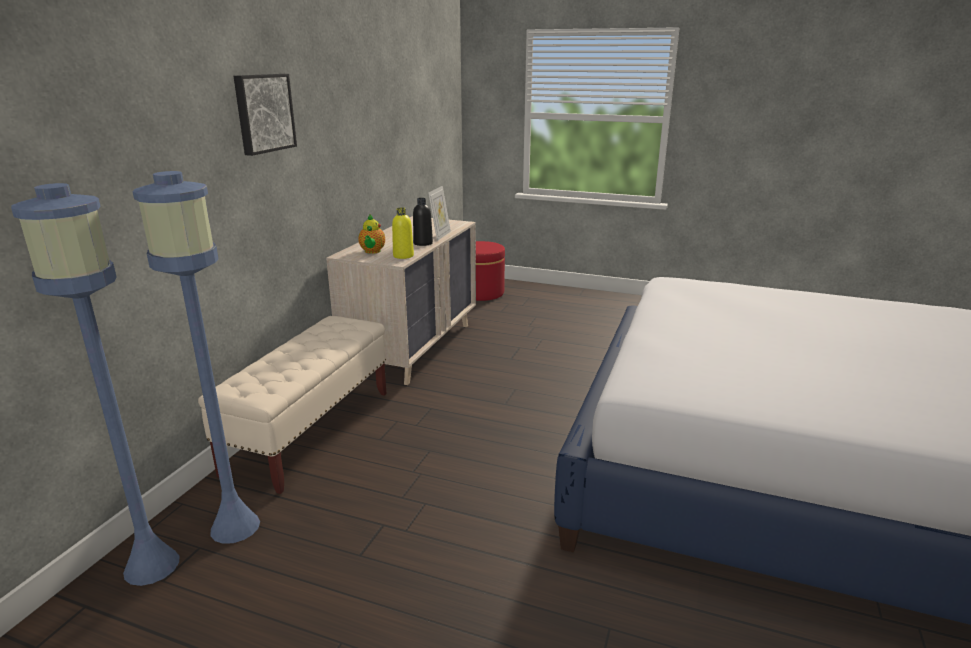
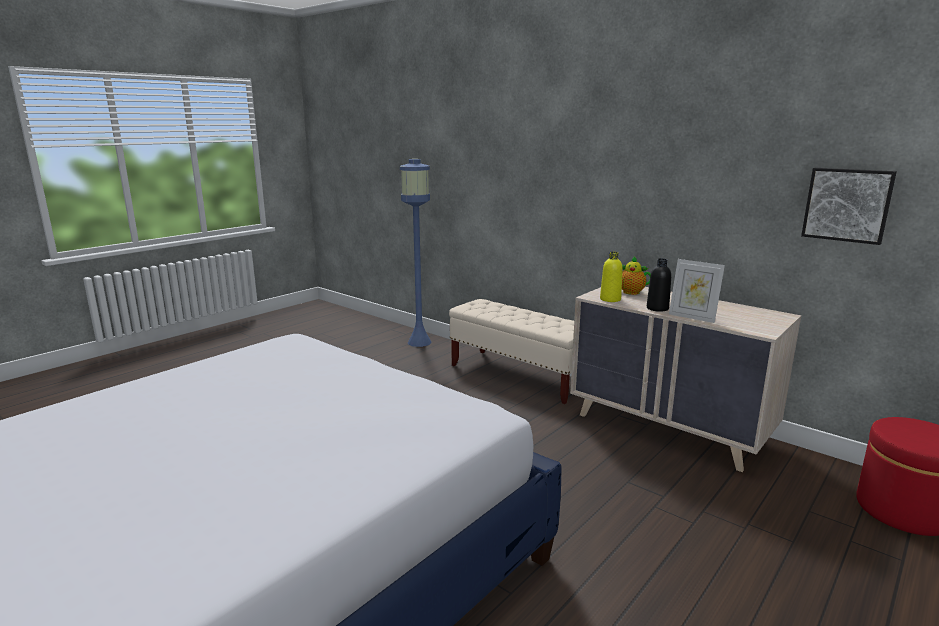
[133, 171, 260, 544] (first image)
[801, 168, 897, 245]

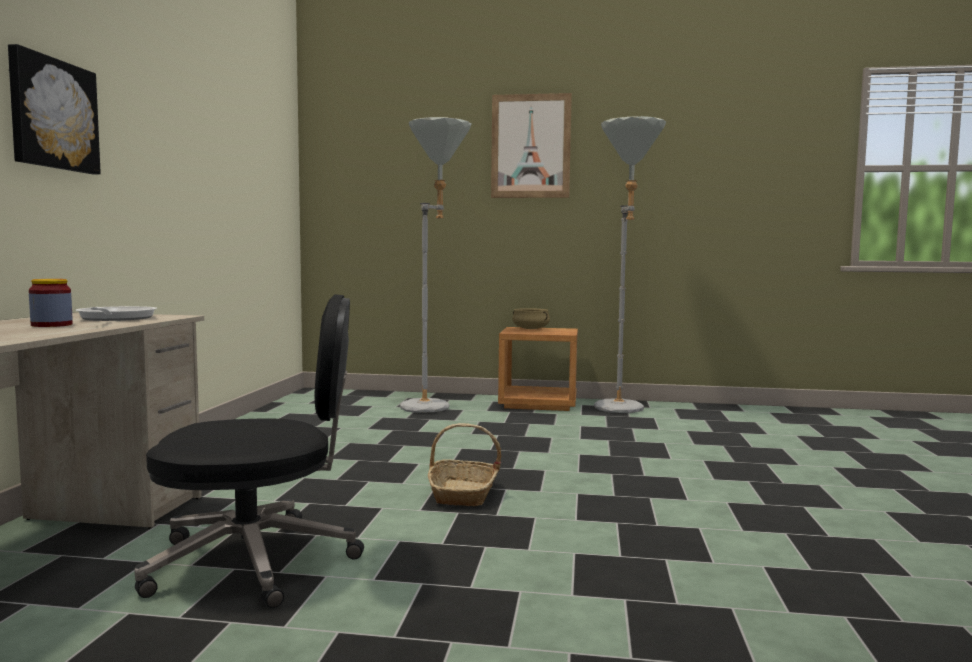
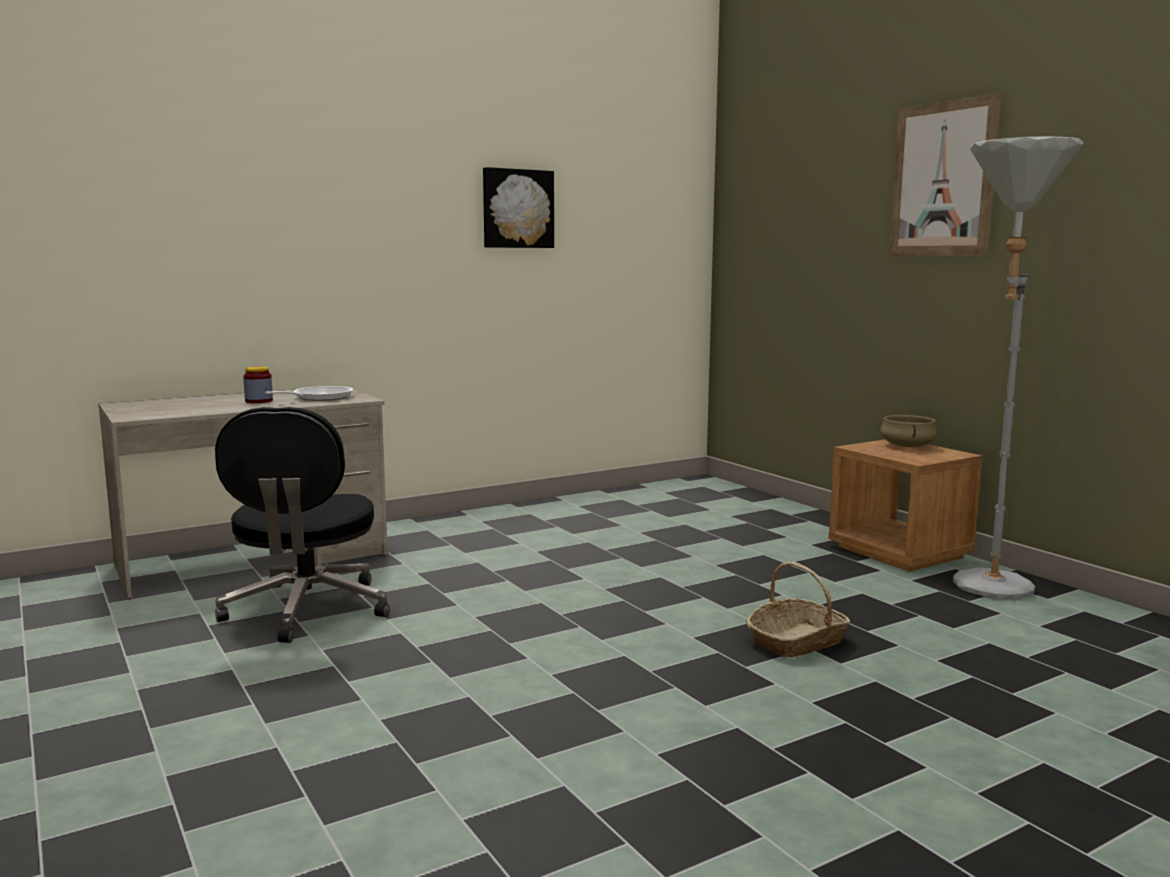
[483, 167, 554, 248]
[215, 407, 390, 643]
[400, 117, 471, 413] (first image)
[746, 562, 851, 658]

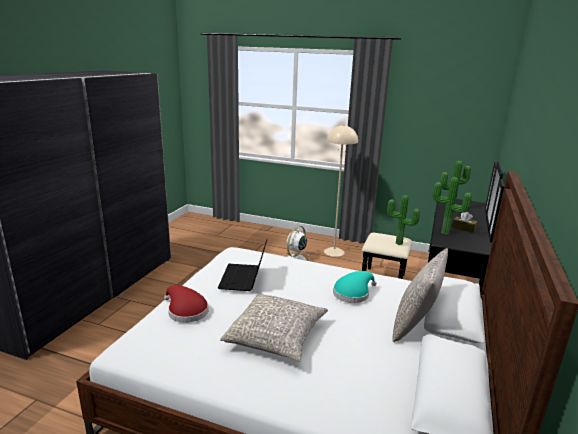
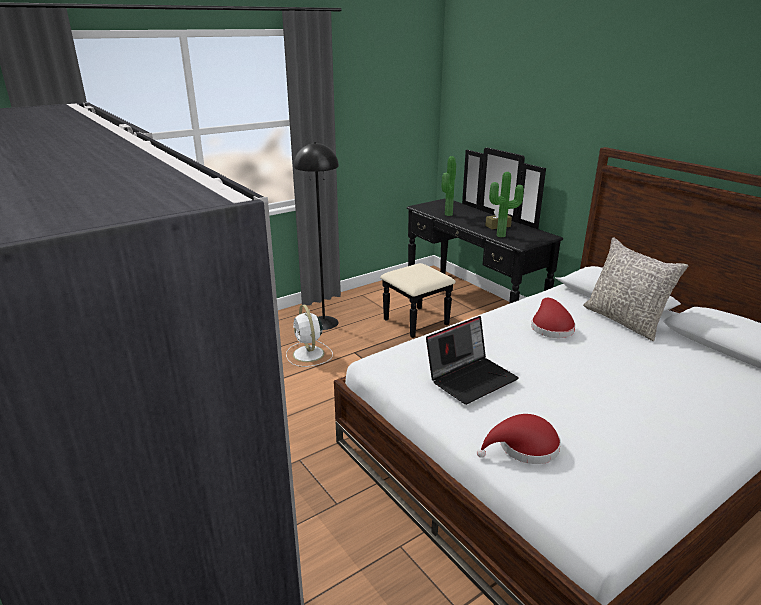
[426, 316, 519, 405]
[220, 293, 328, 362] (first image)
[294, 142, 339, 330]
[531, 298, 576, 338]
[387, 195, 420, 245] (first image)

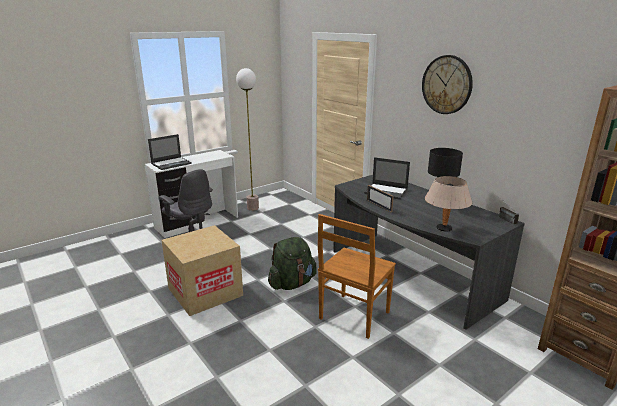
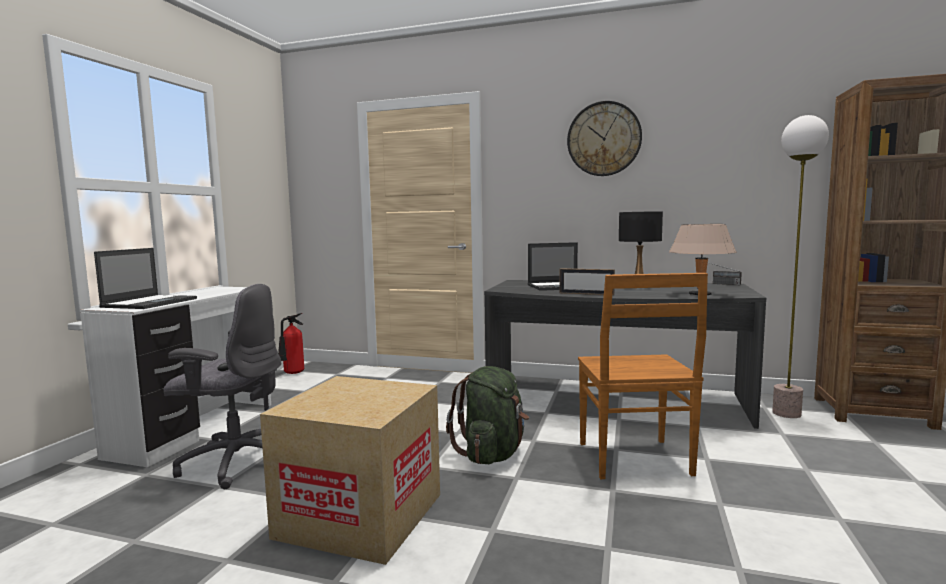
[772, 115, 829, 418]
[278, 313, 304, 374]

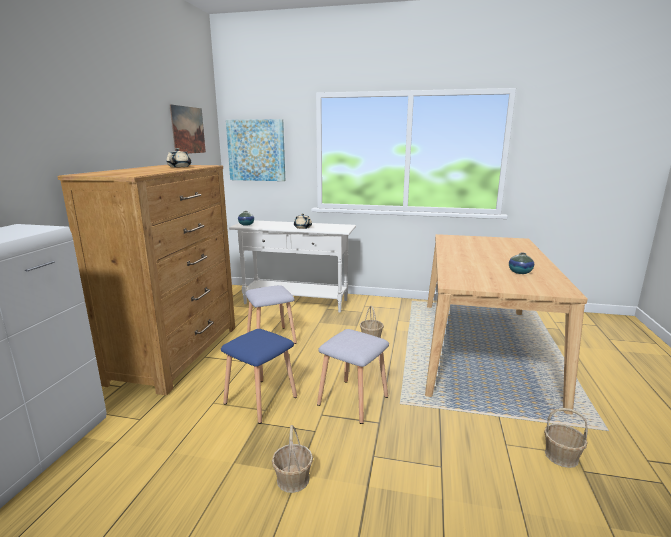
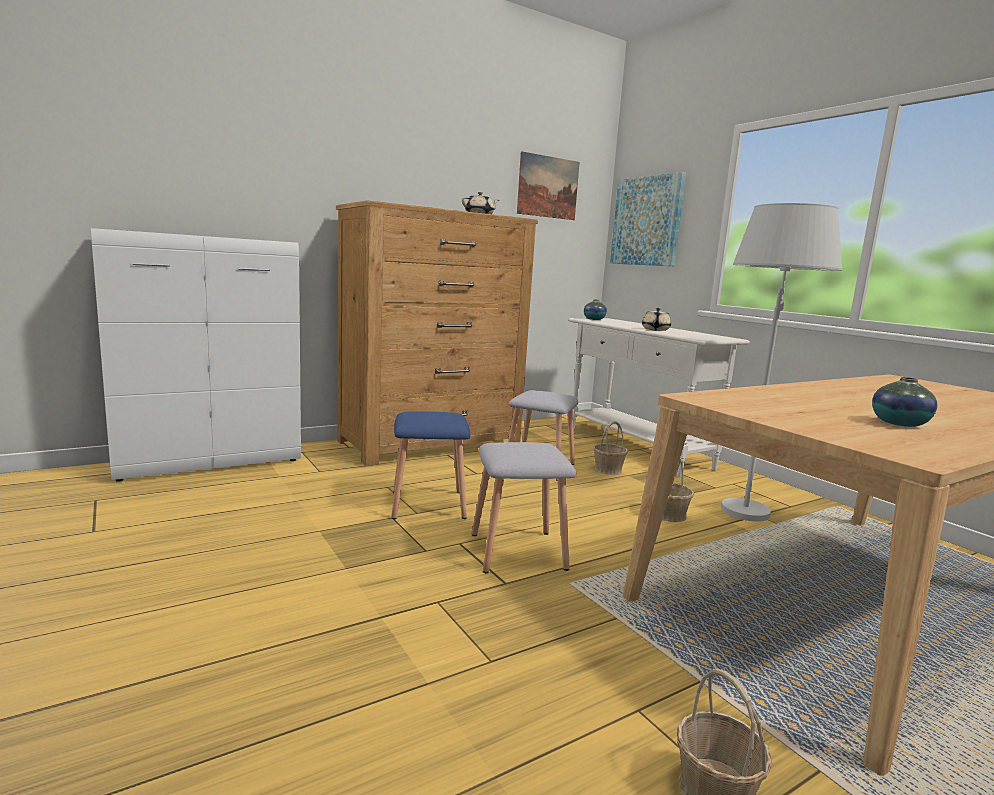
[593, 421, 628, 475]
[721, 203, 842, 522]

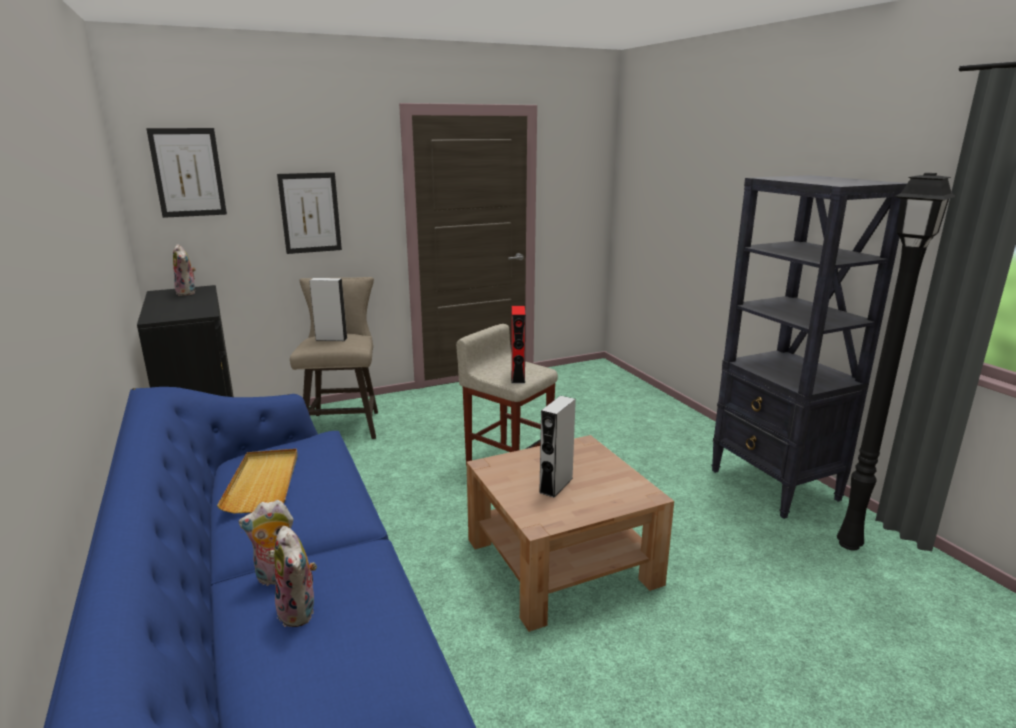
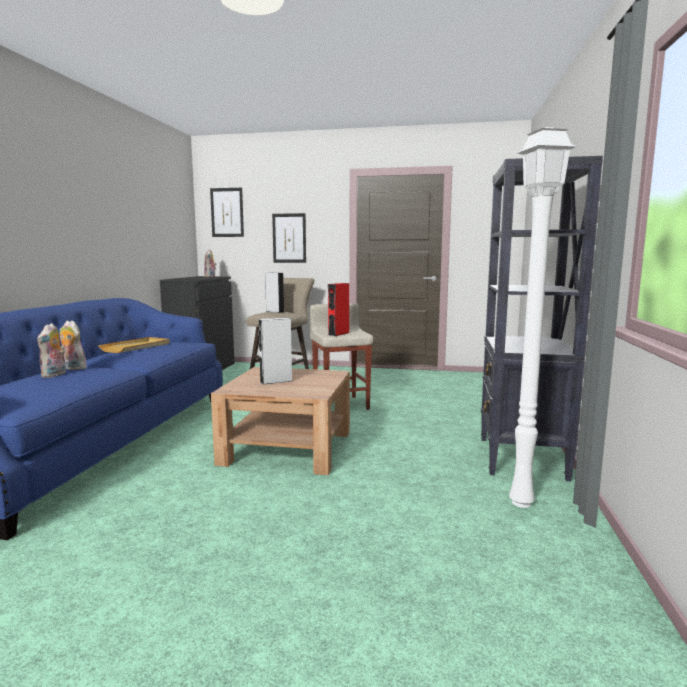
[509, 127, 577, 508]

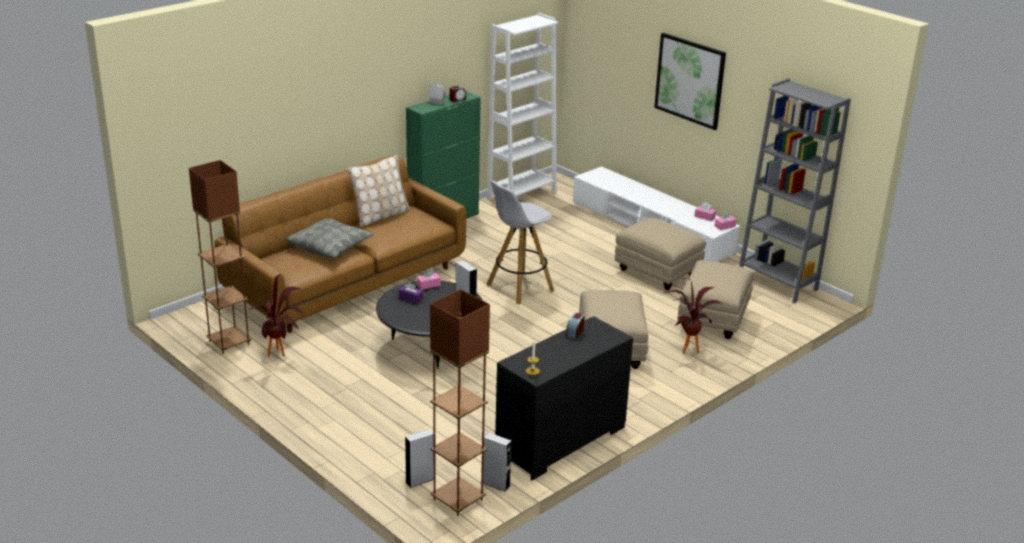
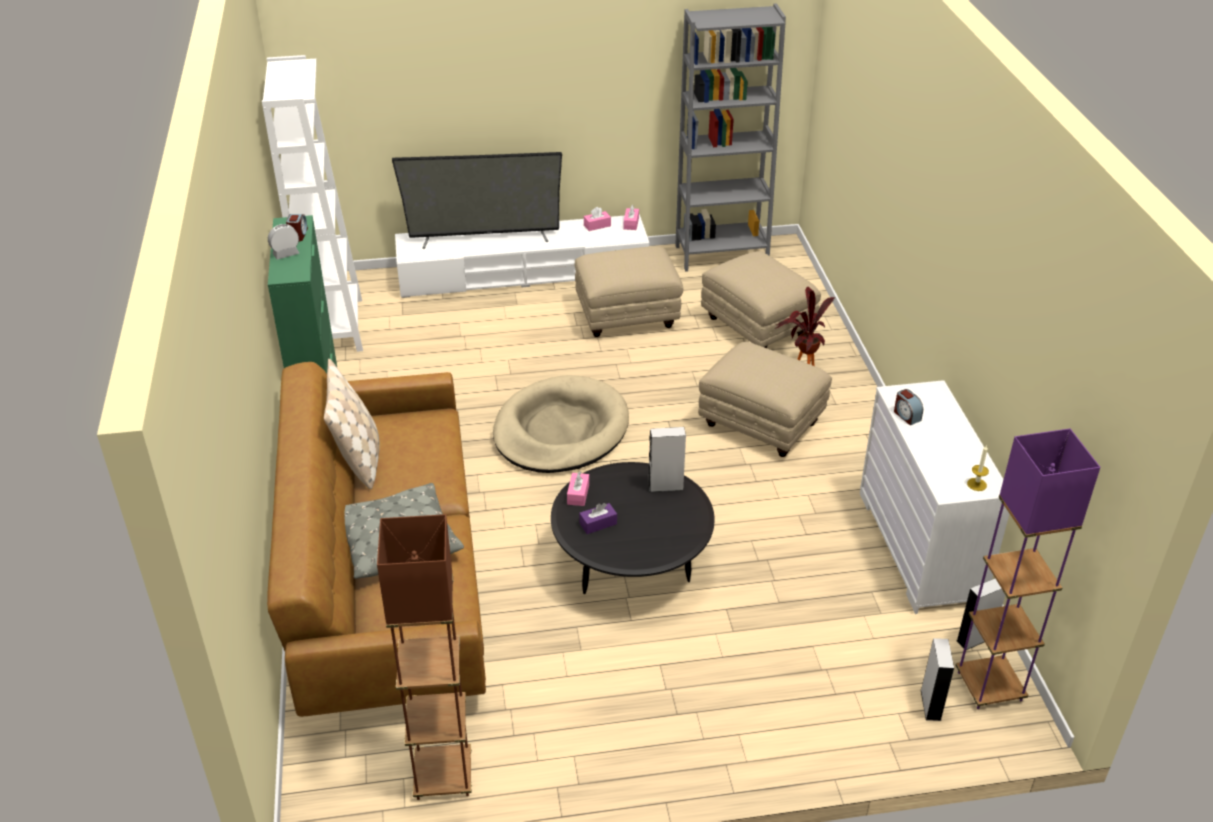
[248, 274, 304, 357] (first image)
[955, 429, 1100, 709]
[493, 375, 629, 473]
[860, 380, 1009, 614]
[654, 33, 726, 130] (first image)
[392, 152, 562, 249]

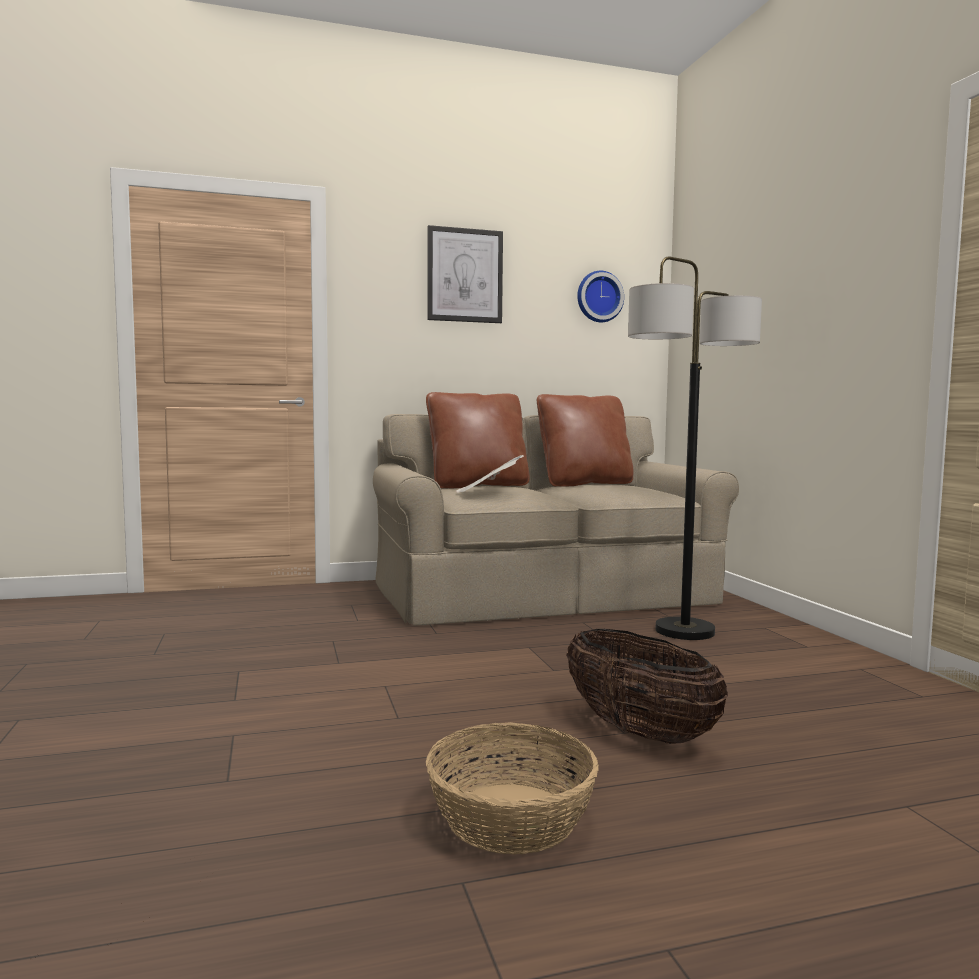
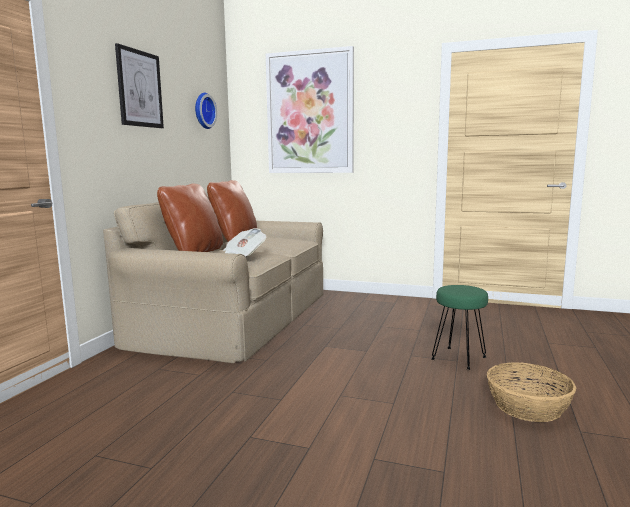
[431, 285, 488, 370]
[628, 257, 762, 640] (first image)
[266, 46, 354, 173]

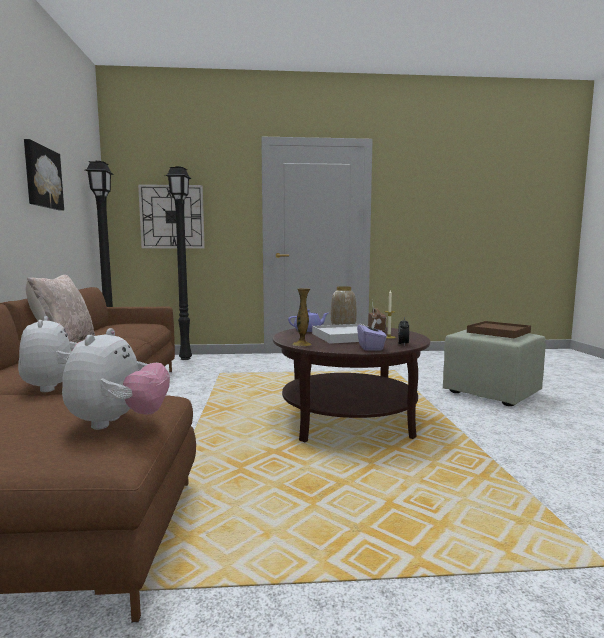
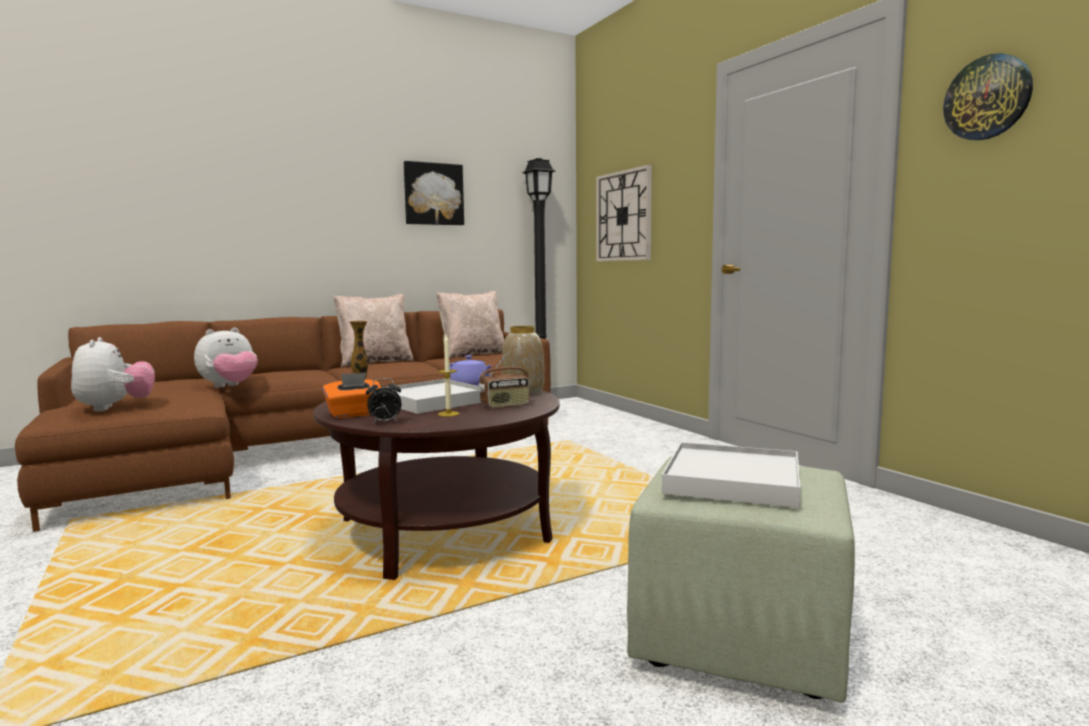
[71, 337, 155, 411]
[165, 166, 192, 360] (first image)
[322, 372, 381, 418]
[662, 442, 800, 508]
[436, 291, 504, 358]
[943, 53, 1033, 140]

